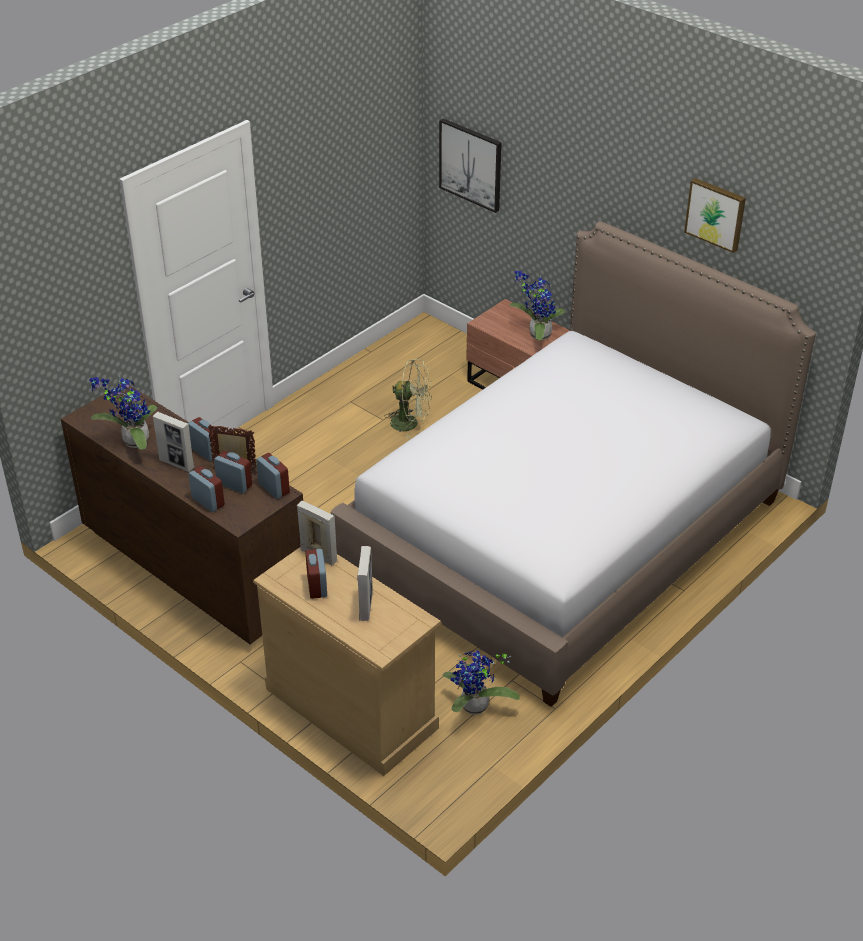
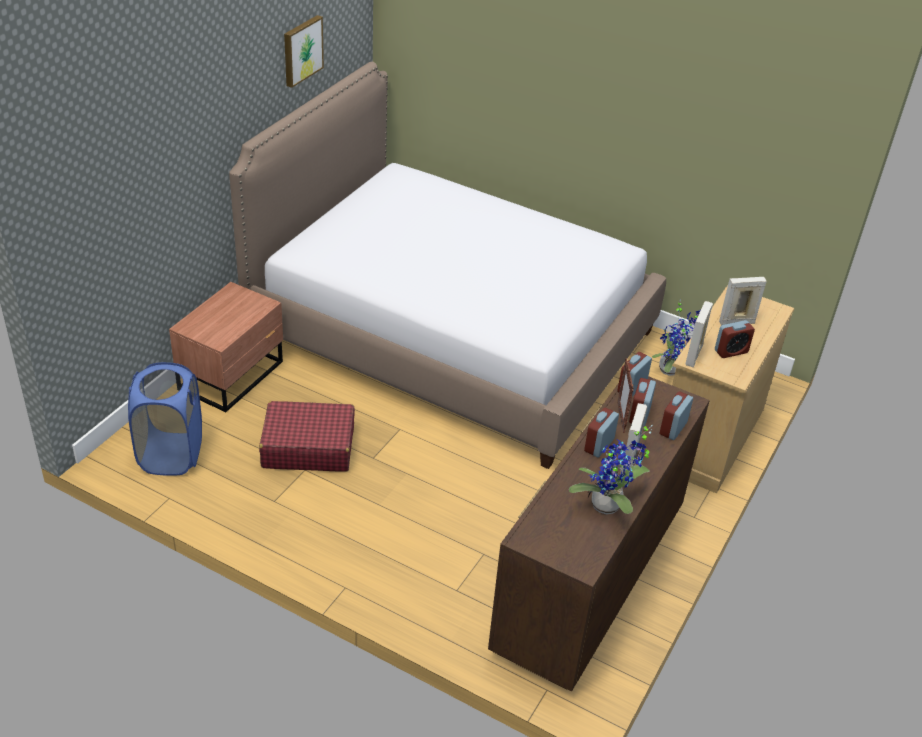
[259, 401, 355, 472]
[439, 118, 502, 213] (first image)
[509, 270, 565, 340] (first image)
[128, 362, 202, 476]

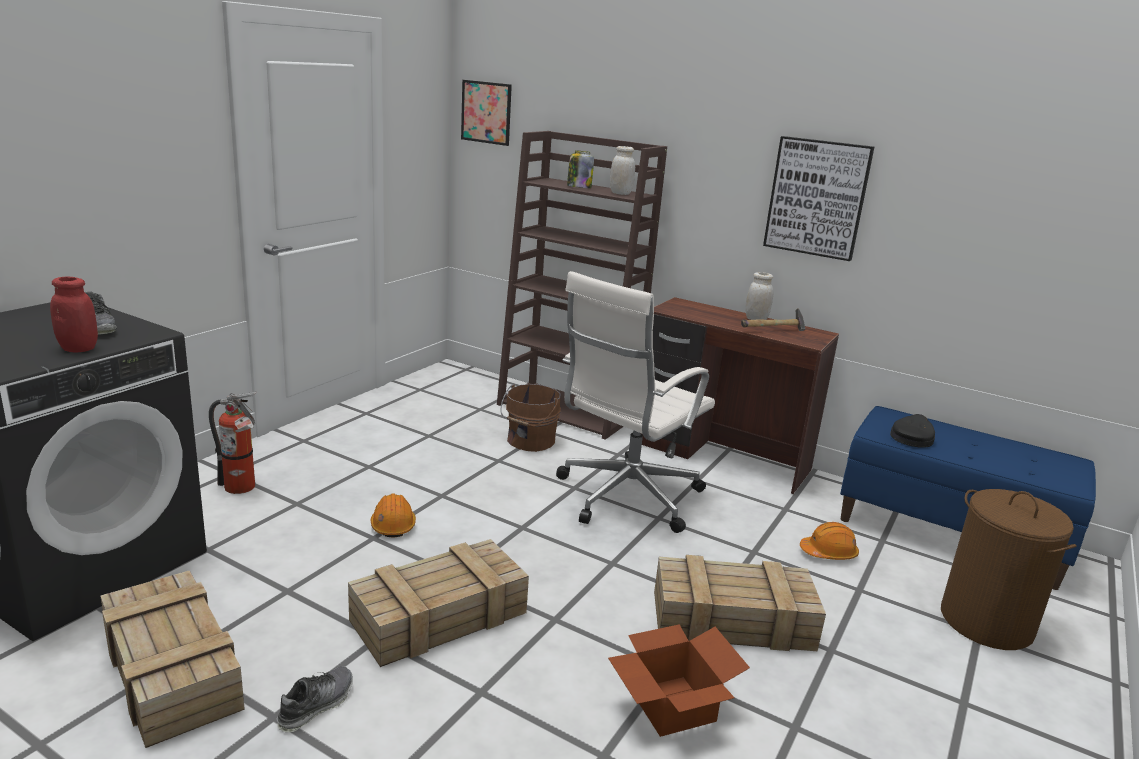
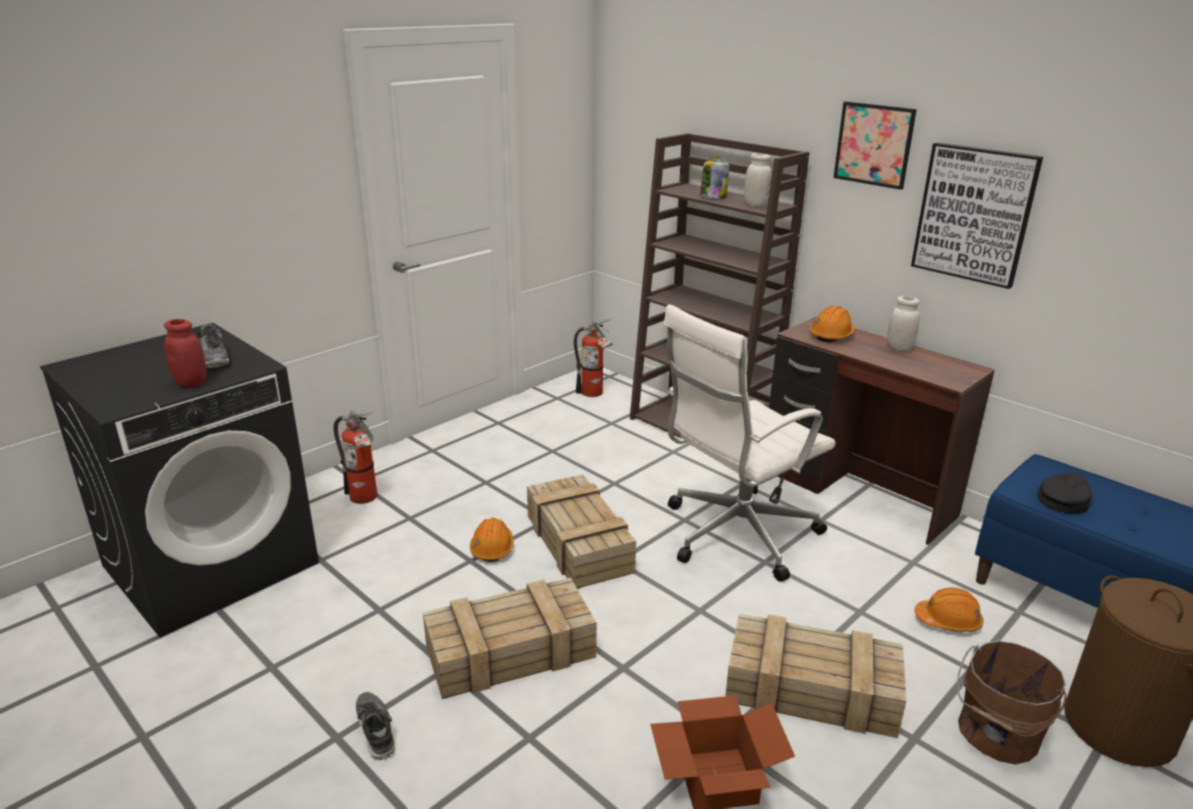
[527, 474, 636, 588]
[356, 692, 396, 761]
[833, 101, 917, 190]
[957, 641, 1067, 765]
[741, 308, 805, 331] (first image)
[574, 317, 613, 397]
[810, 306, 856, 342]

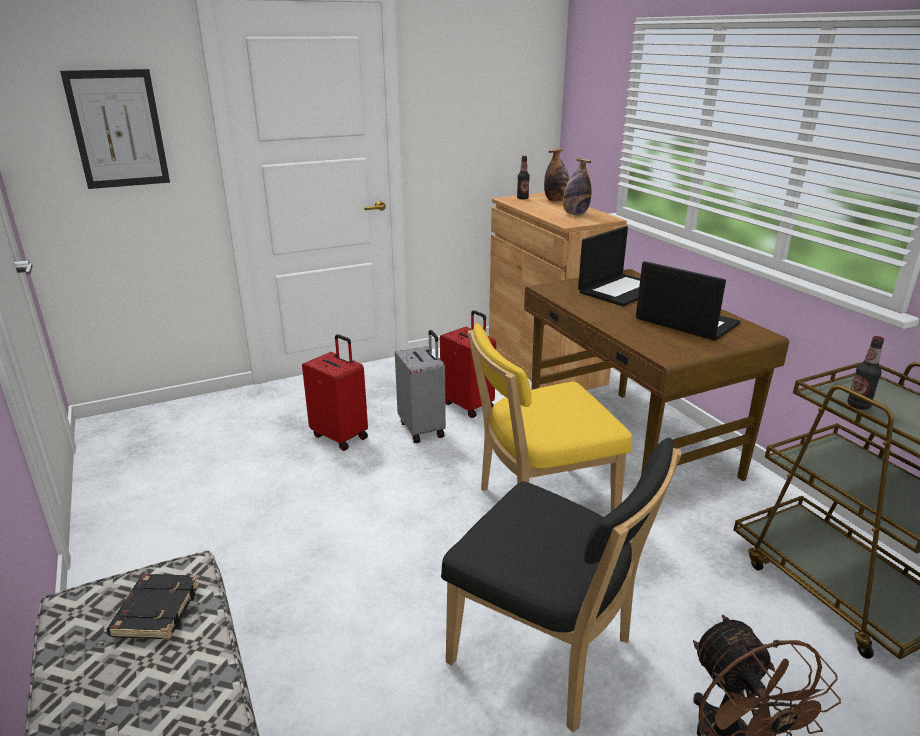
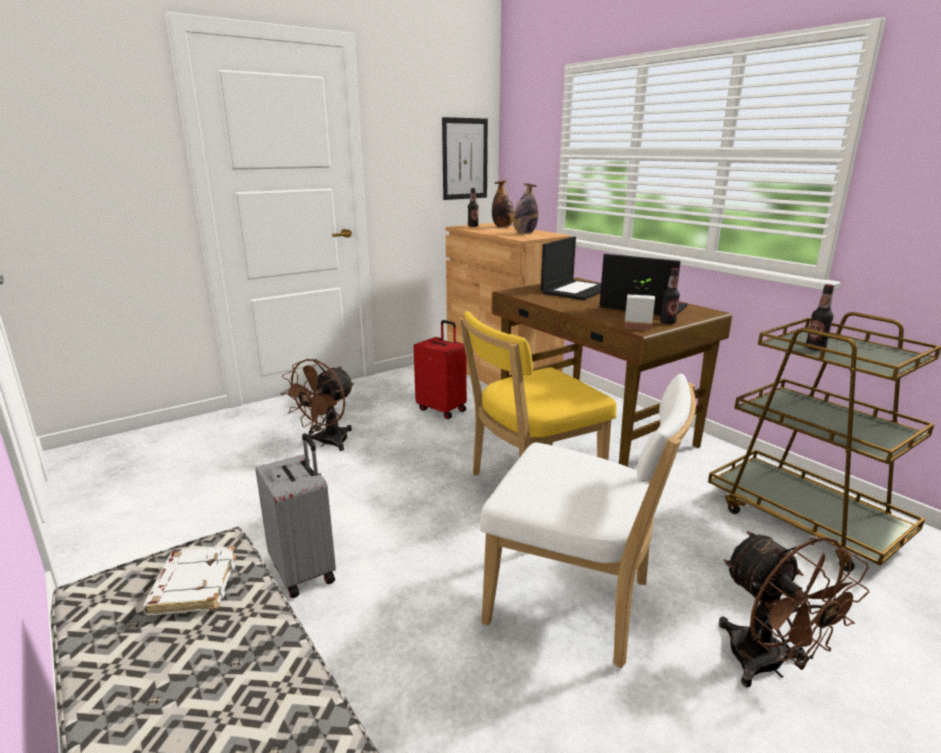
[442, 117, 488, 200]
[142, 546, 237, 615]
[281, 359, 354, 451]
[256, 433, 336, 598]
[480, 374, 696, 668]
[624, 279, 655, 330]
[660, 268, 680, 324]

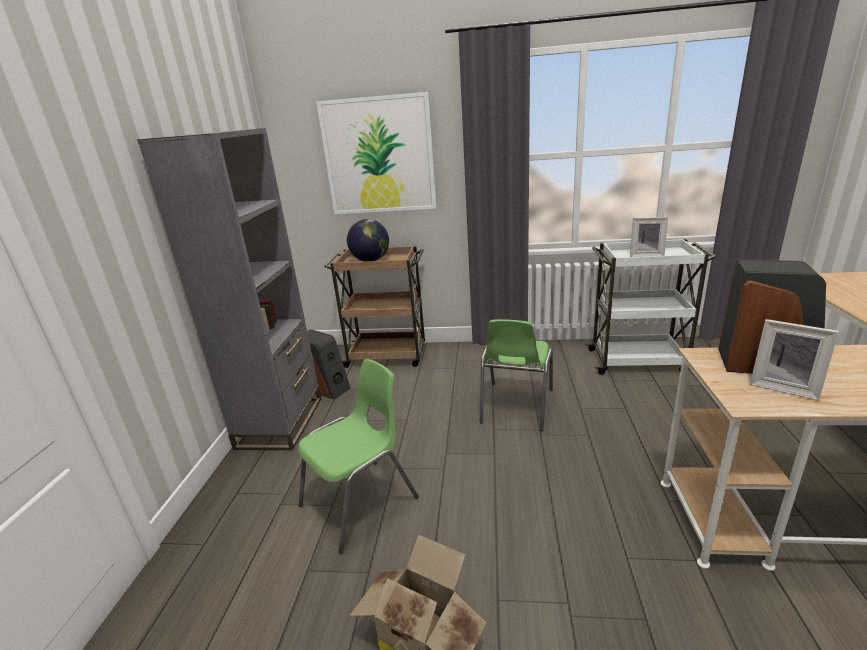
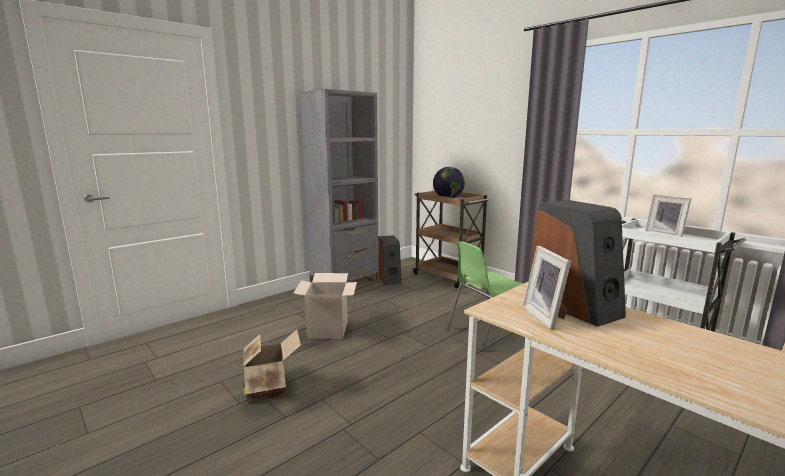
[293, 273, 357, 339]
[316, 92, 437, 214] (first image)

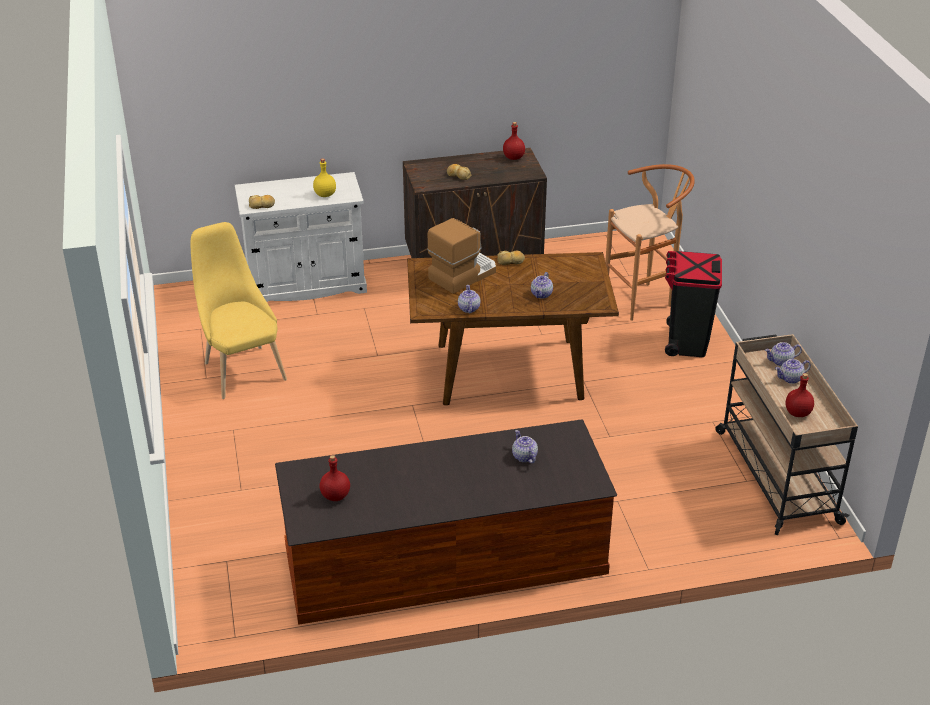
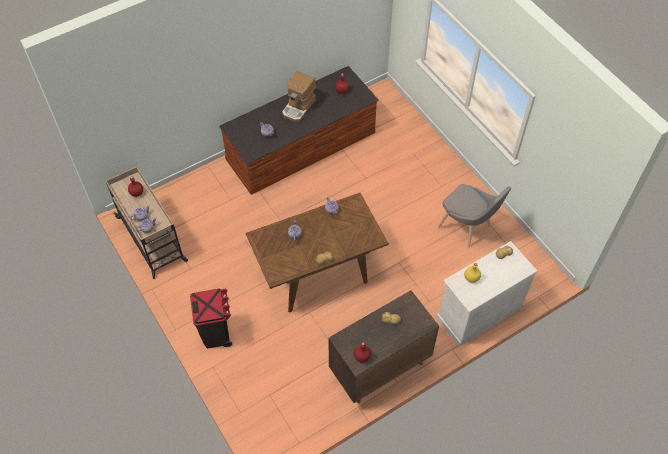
[438, 184, 511, 248]
[282, 71, 316, 122]
[605, 164, 695, 321] (first image)

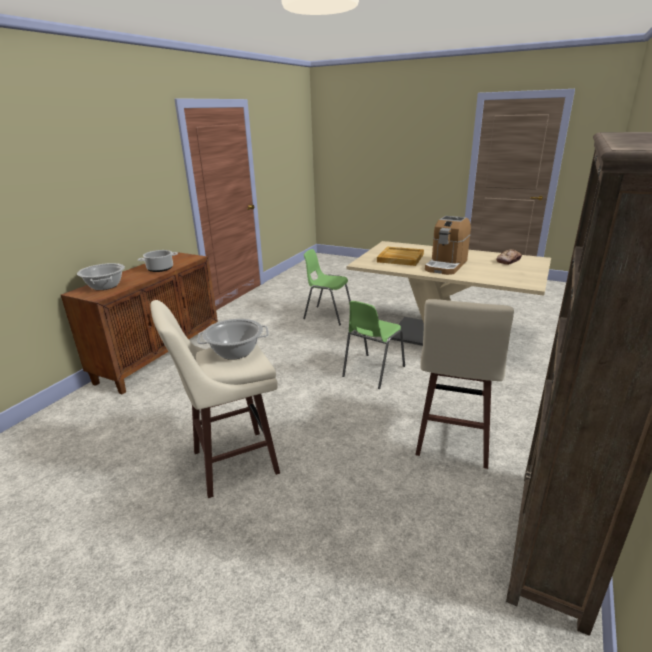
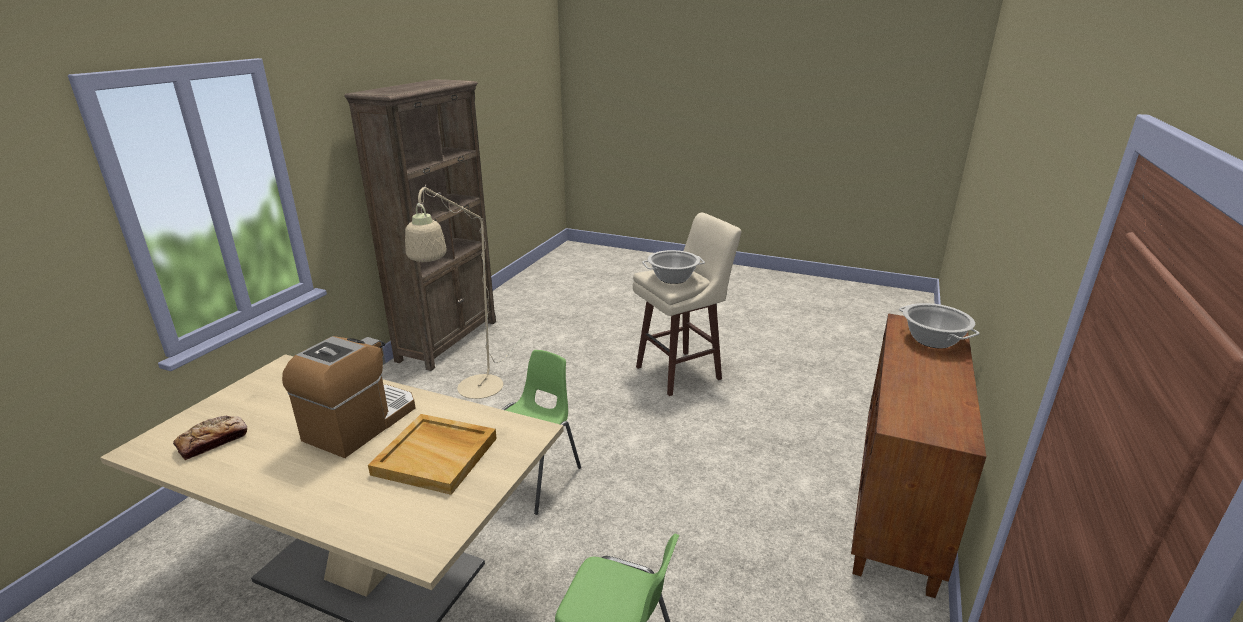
[138, 250, 178, 272] (first image)
[405, 185, 527, 399]

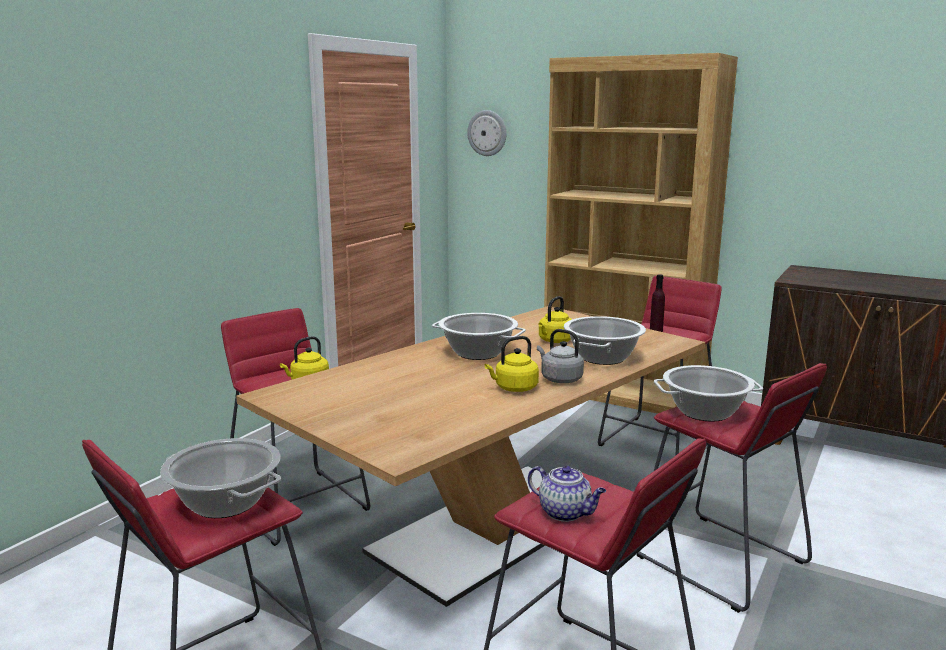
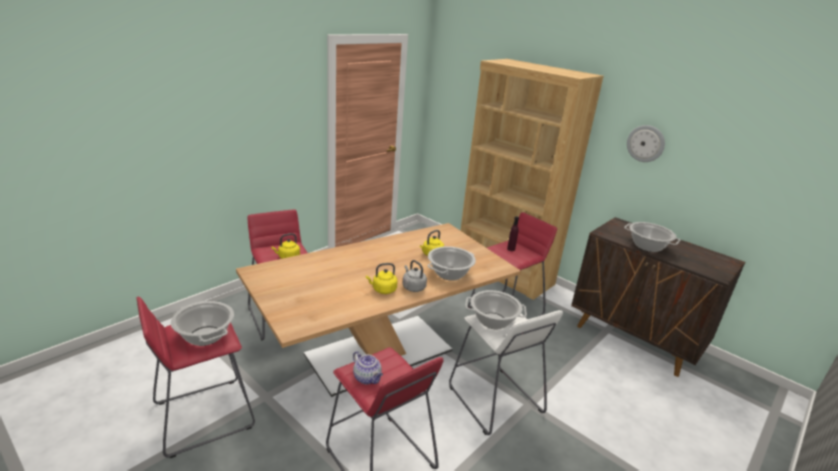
[624, 222, 680, 252]
[627, 125, 665, 162]
[449, 310, 563, 435]

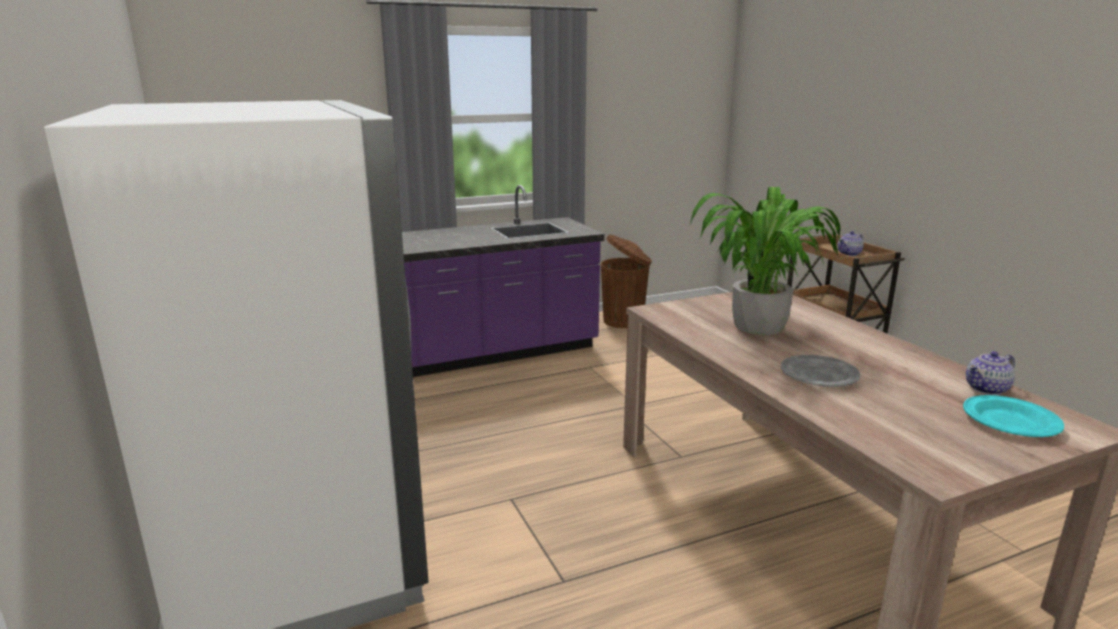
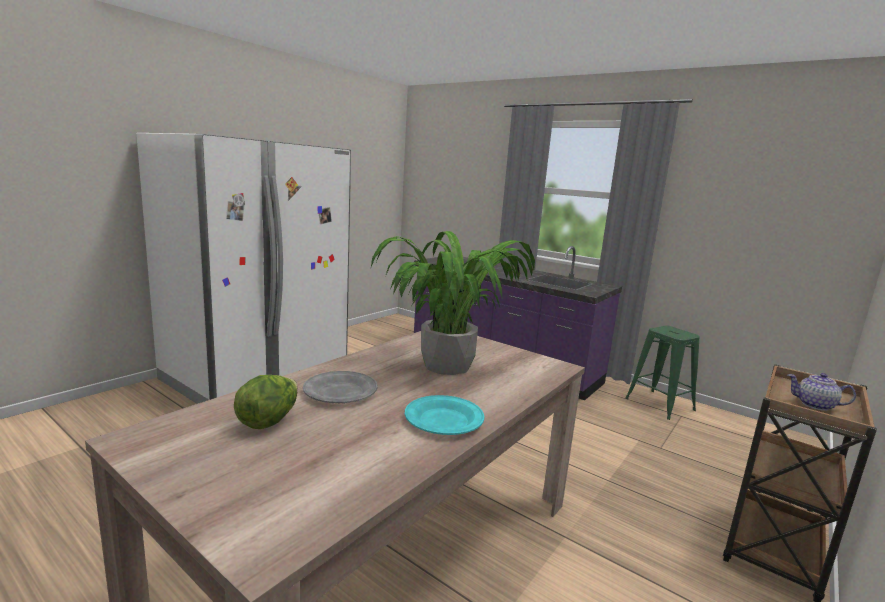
[625, 326, 700, 420]
[405, 395, 484, 435]
[966, 351, 1015, 395] (first image)
[234, 375, 298, 429]

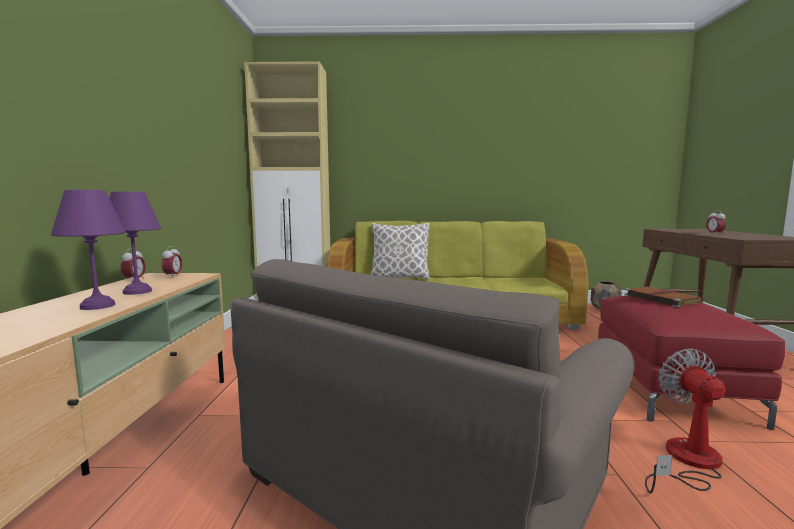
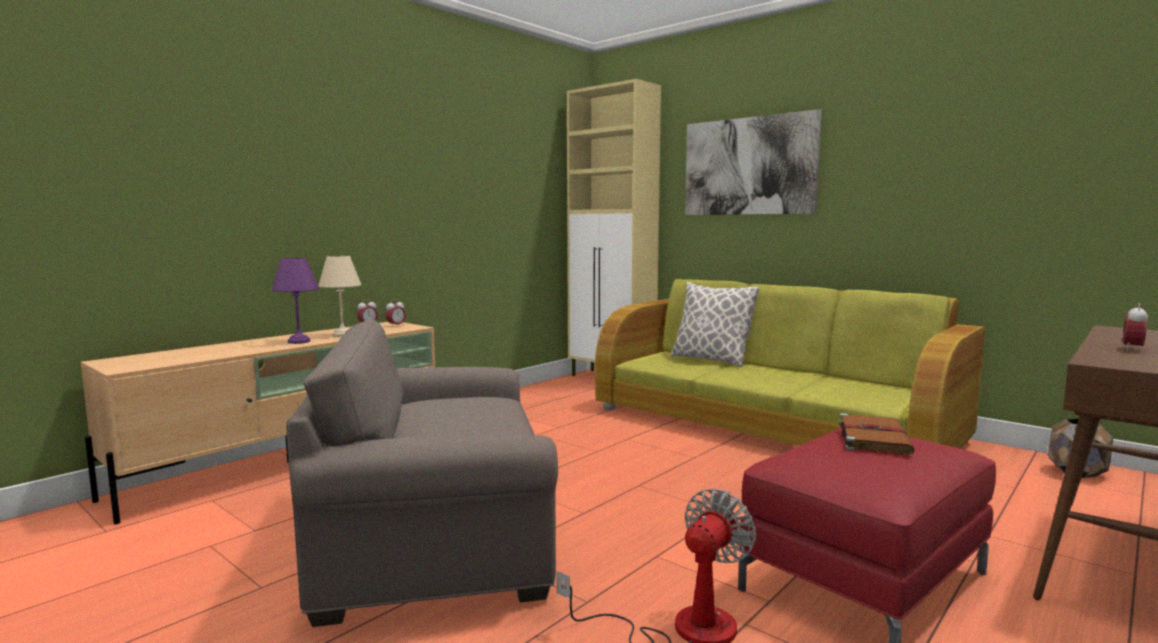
[318, 256, 361, 337]
[685, 109, 822, 215]

